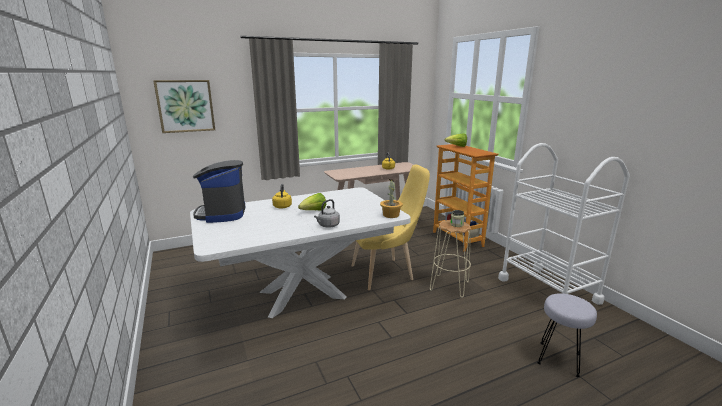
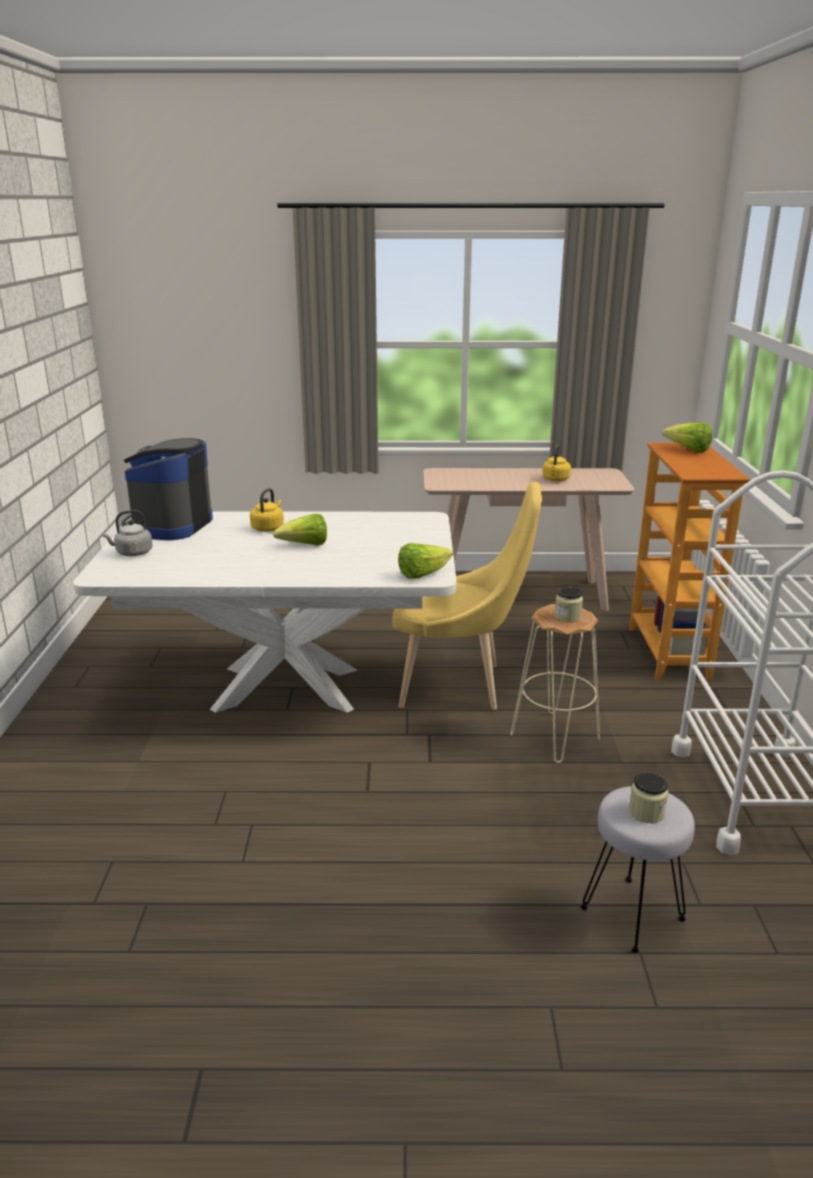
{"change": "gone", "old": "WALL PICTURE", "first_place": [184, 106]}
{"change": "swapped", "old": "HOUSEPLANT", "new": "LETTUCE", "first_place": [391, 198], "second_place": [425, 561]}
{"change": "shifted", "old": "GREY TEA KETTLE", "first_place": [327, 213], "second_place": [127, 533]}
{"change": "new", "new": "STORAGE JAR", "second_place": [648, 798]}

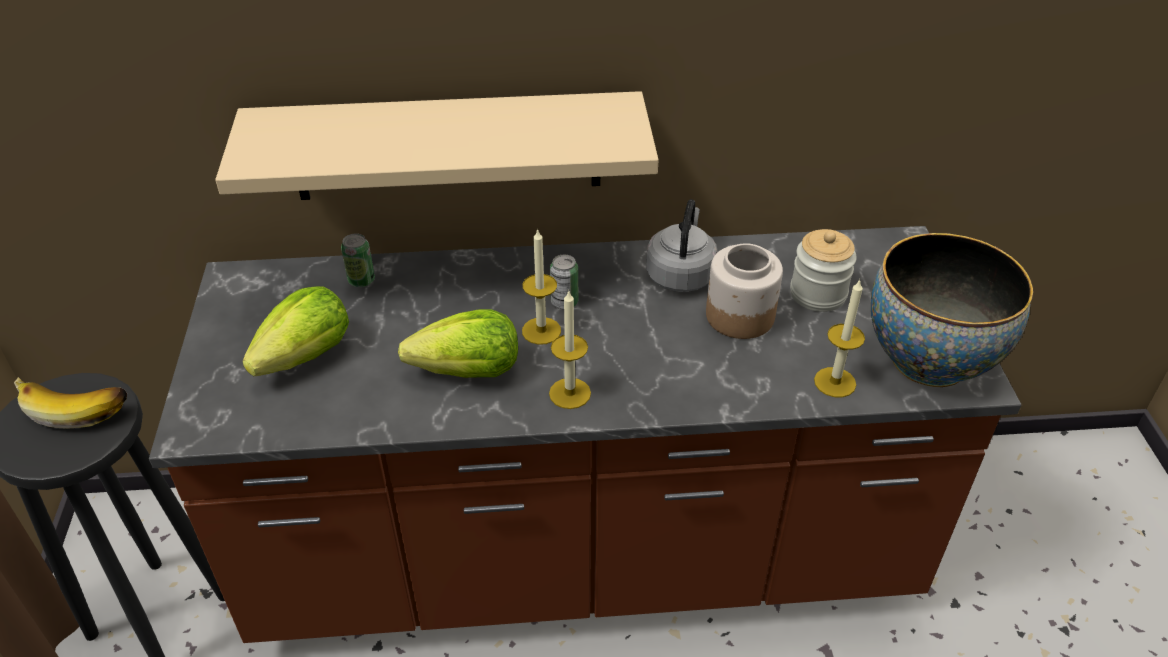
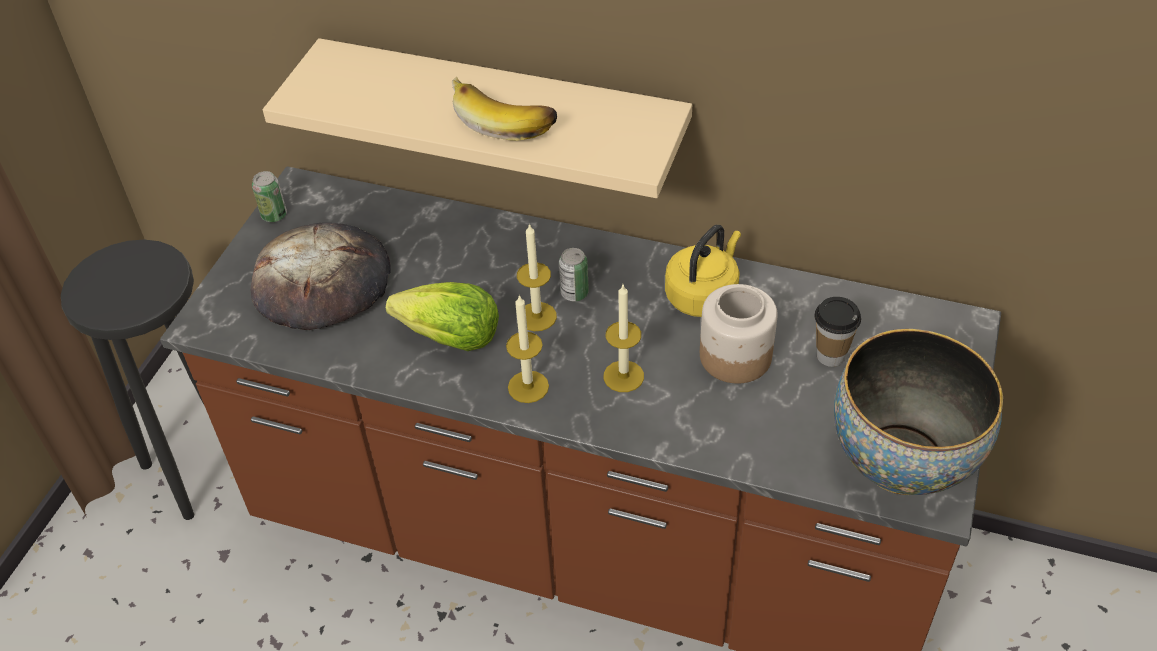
{"change": "repainted", "old": "GREY TEA KETTLE", "new": "YELLOWISH TEA KETTLE", "first_place": [681, 245], "second_place": [703, 271]}
{"change": "swapped", "old": "STORAGE JAR", "new": "SMALL CUP", "first_place": [823, 270], "second_place": [838, 332]}
{"change": "shifted", "old": "METAL CAN", "first_place": [358, 260], "second_place": [269, 196]}
{"change": "shifted", "old": "CANDLE", "first_place": [839, 338], "second_place": [624, 338]}
{"change": "swapped", "old": "LETTUCE", "new": "BAKERY BREAD", "first_place": [295, 331], "second_place": [321, 276]}
{"change": "shifted", "old": "WHOLE BANANA", "first_place": [70, 403], "second_place": [504, 108]}

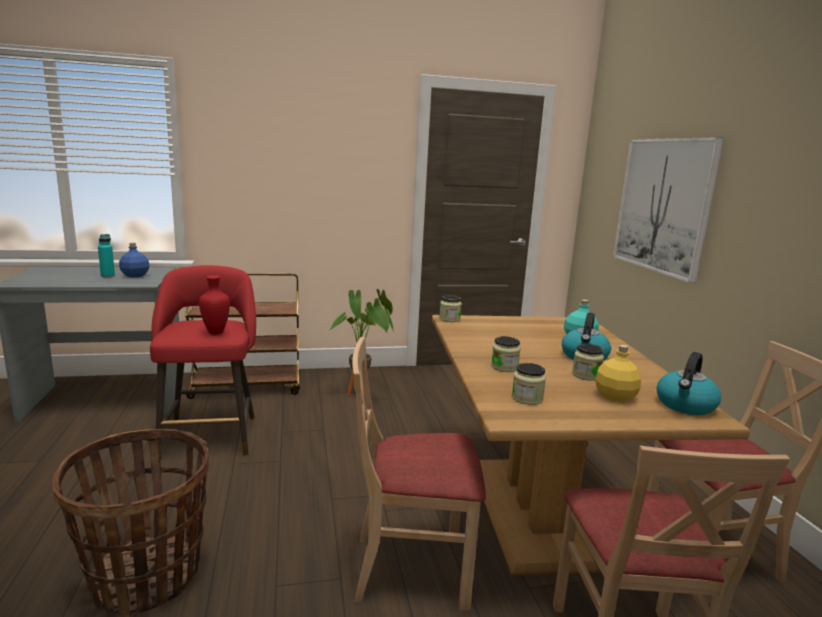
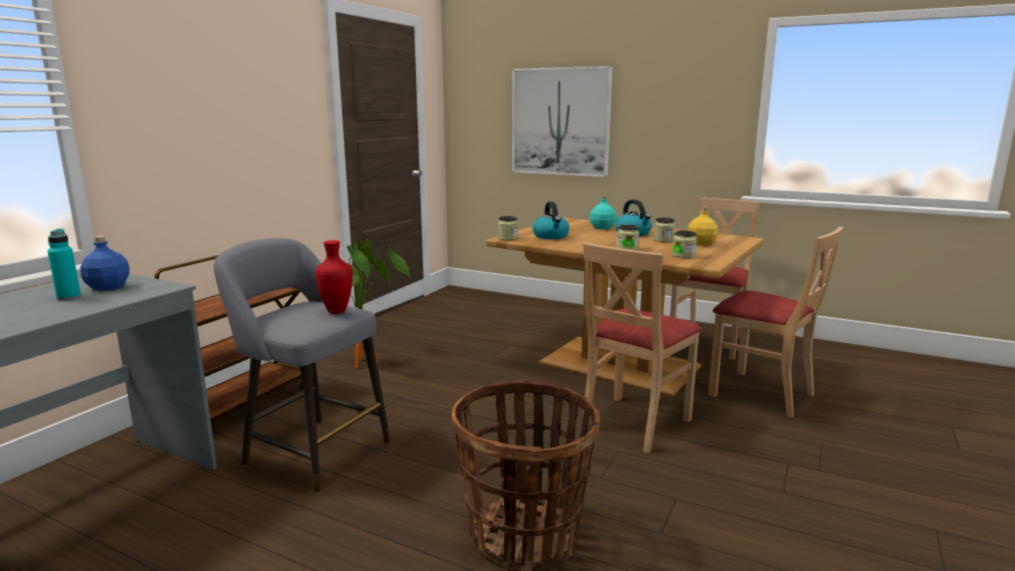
{"change": "repainted", "old": "REDDISH STOOL", "new": "GREY STOOL", "first_place": [203, 362], "second_place": [302, 366]}
{"change": "shifted", "old": "TEA KETTLE", "first_place": [689, 383], "second_place": [551, 220]}

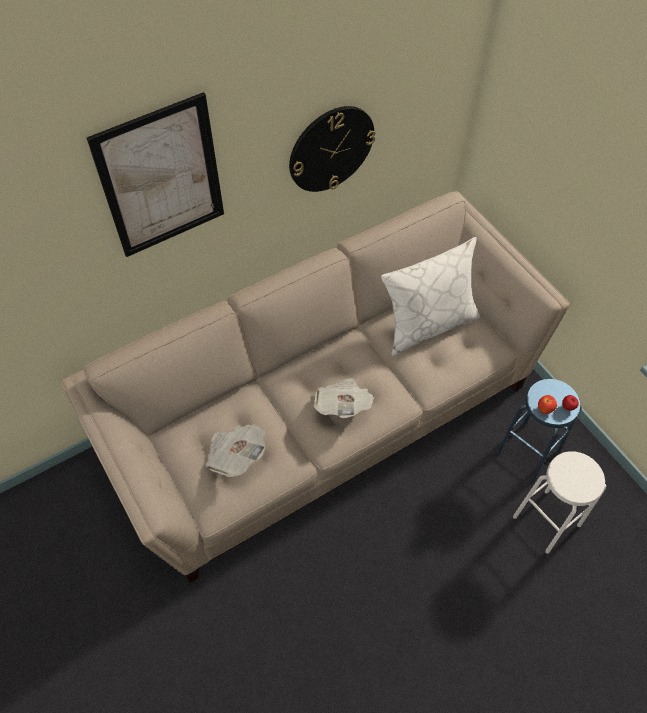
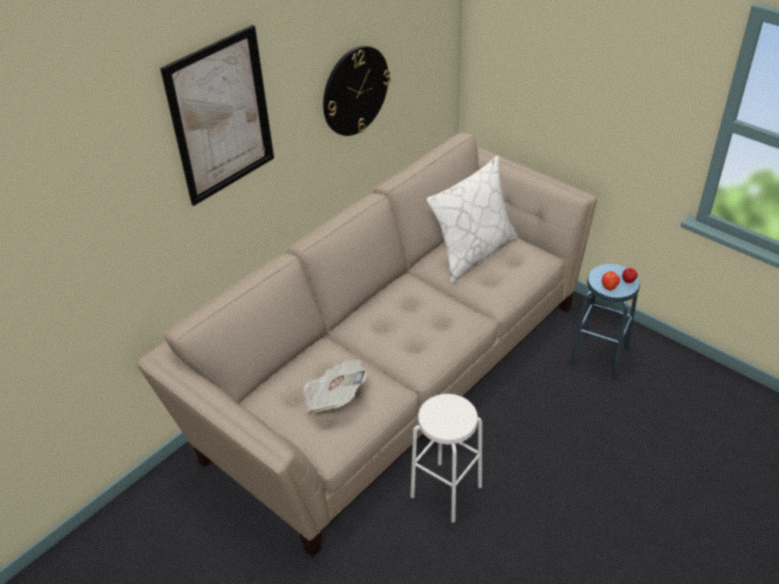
{"change": "gone", "old": "NEWSPAPER", "first_place": [344, 398]}
{"change": "shifted", "old": "WHITE STOOL", "first_place": [559, 502], "second_place": [446, 458]}

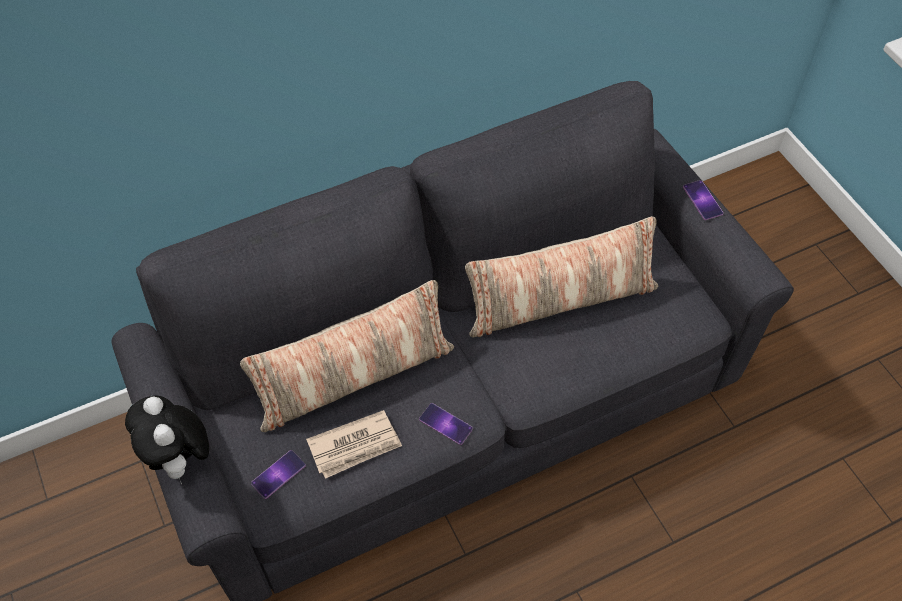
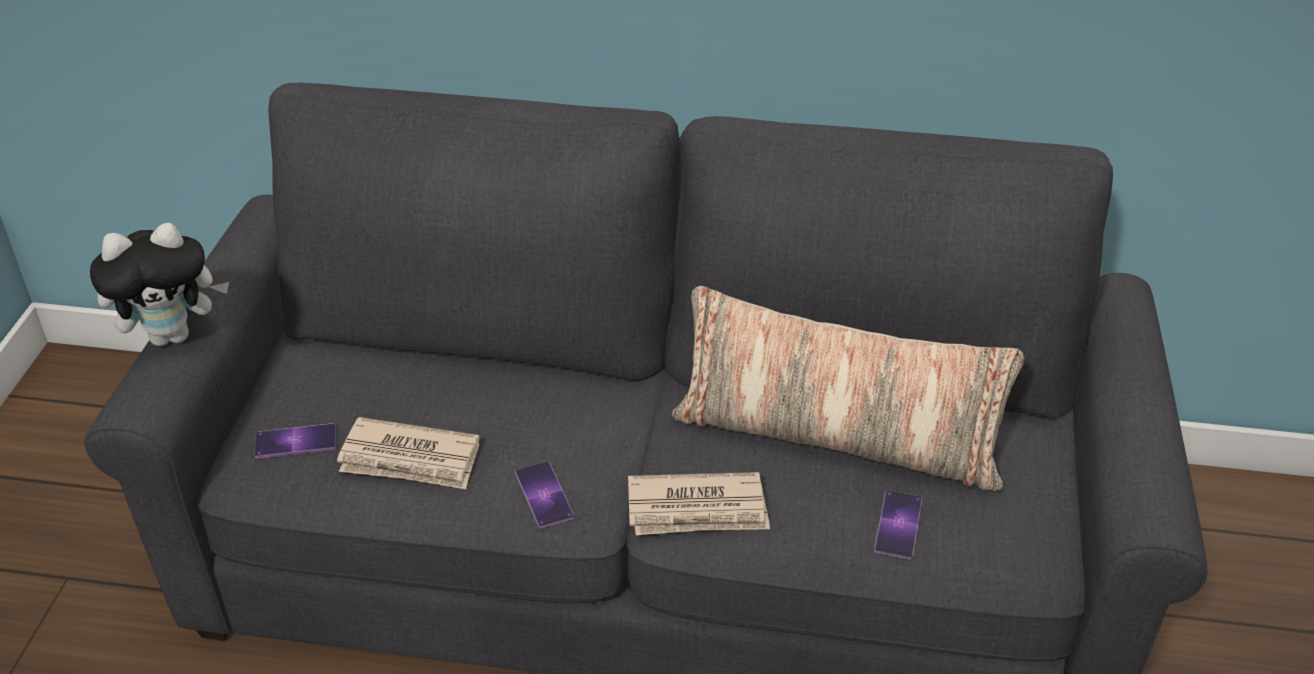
{"change": "shifted", "old": "TELEPHONE", "first_place": [703, 200], "second_place": [898, 524]}
{"change": "gone", "old": "PILLOW", "first_place": [347, 356]}
{"change": "rotated", "old": "SOFT TOY", "first_place": [167, 439], "second_place": [159, 284], "degrees": -120}
{"change": "new", "new": "NEWSPAPER", "second_place": [699, 503]}

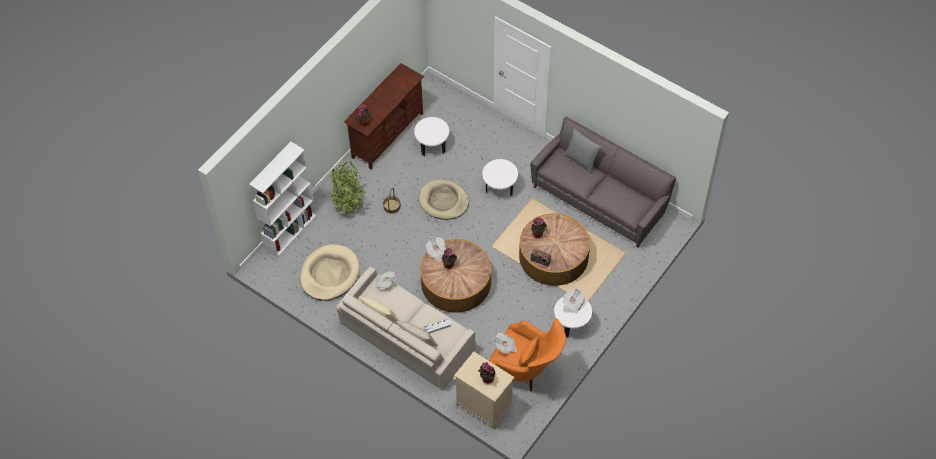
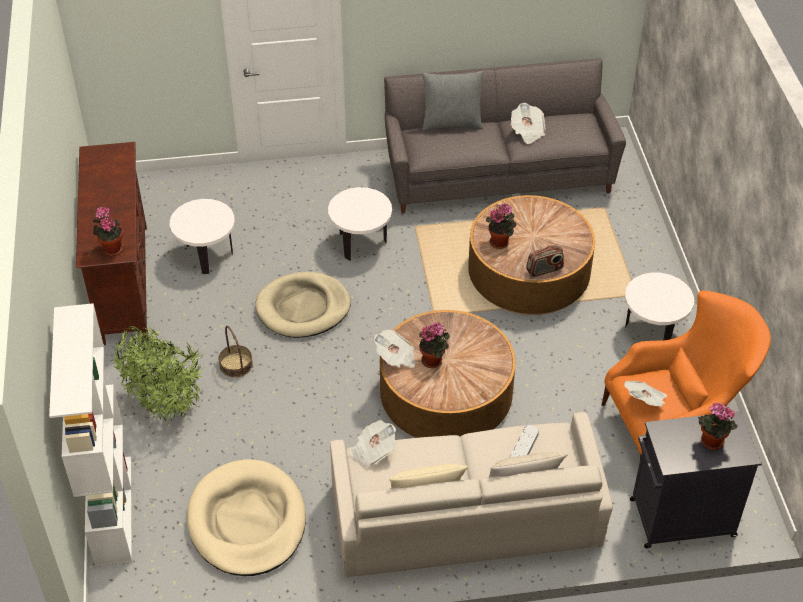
{"change": "shifted", "old": "NEWSPAPER", "first_place": [573, 301], "second_place": [528, 123]}
{"change": "repainted", "old": "SAND-COLOURED CABINET", "new": "BLACKISH CABINET", "first_place": [484, 391], "second_place": [696, 479]}

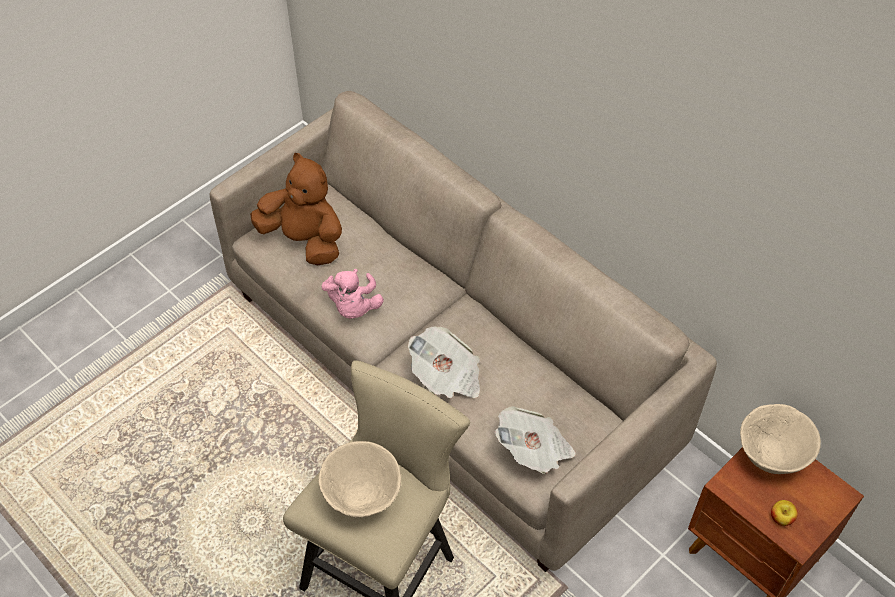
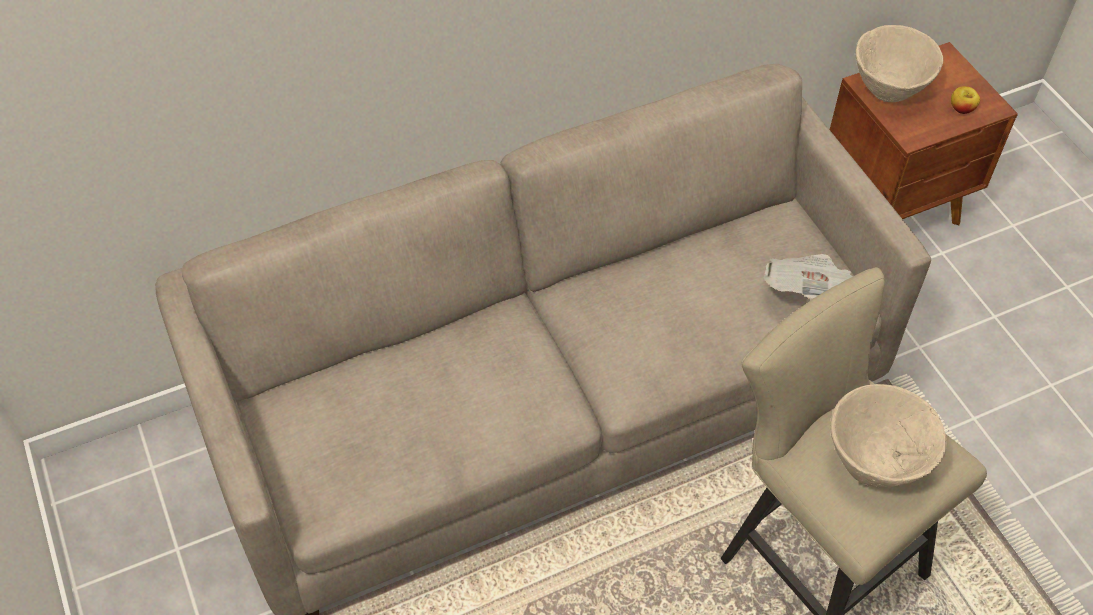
{"change": "gone", "old": "BROWN SOFT TOY", "first_place": [296, 209]}
{"change": "gone", "old": "PINK-COLOURED SOFT TOY", "first_place": [352, 294]}
{"change": "gone", "old": "NEWSPAPER", "first_place": [444, 362]}

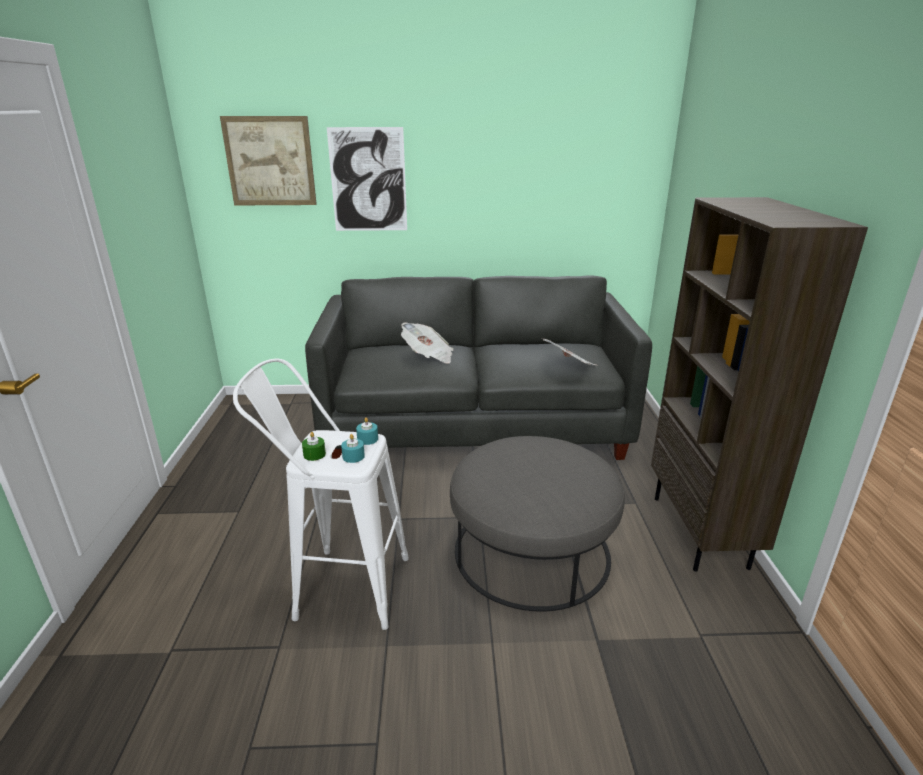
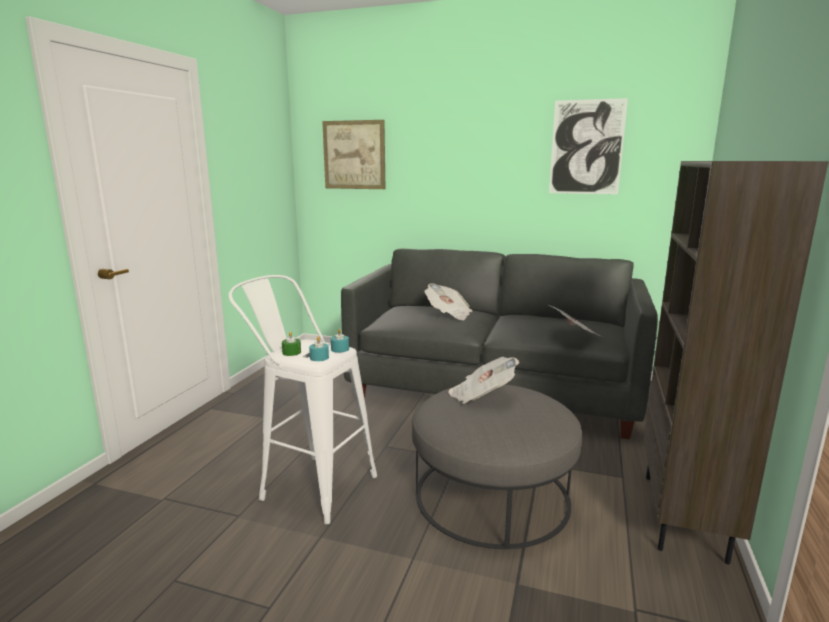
{"change": "shifted", "old": "WALL PICTURE", "first_place": [367, 179], "second_place": [588, 146]}
{"change": "new", "new": "NEWSPAPER", "second_place": [483, 380]}

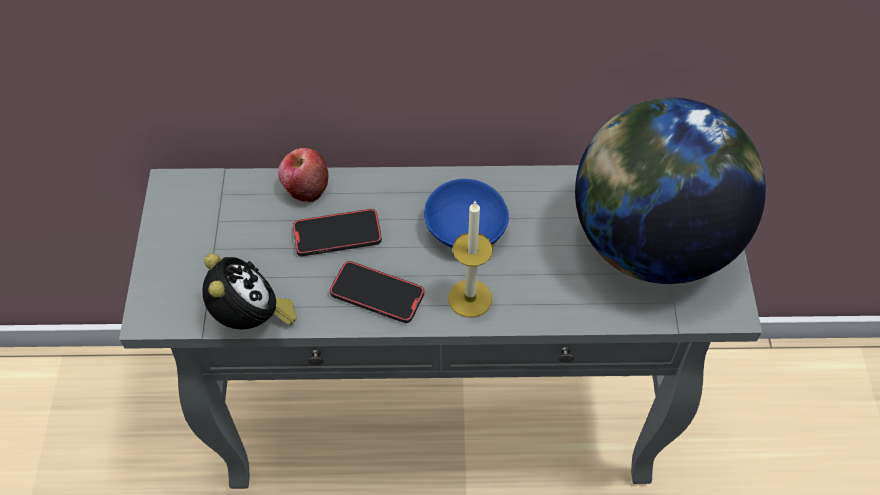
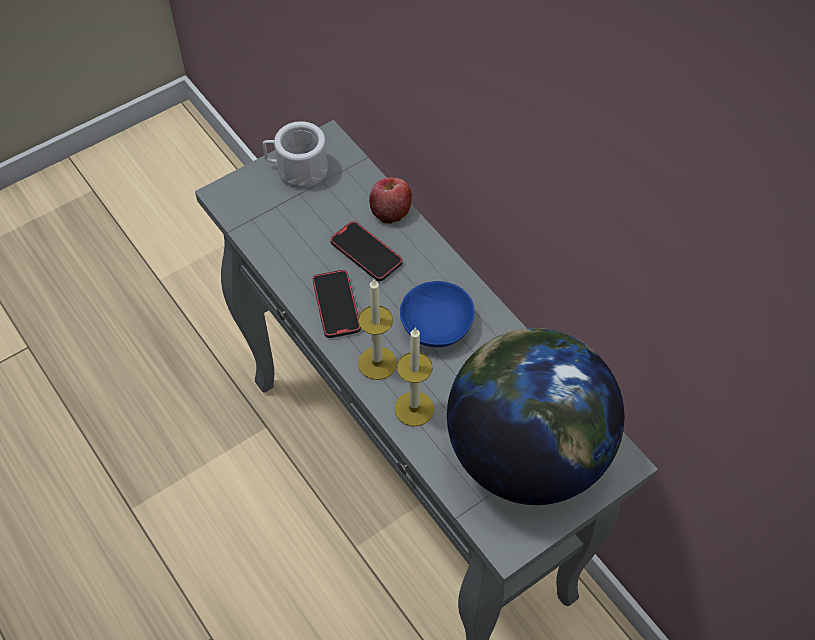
{"change": "gone", "old": "TABLE CLOCK", "first_place": [249, 291]}
{"change": "new", "new": "WHITE COFFEE MUG", "second_place": [295, 154]}
{"change": "new", "new": "CANDLE", "second_place": [414, 376]}

